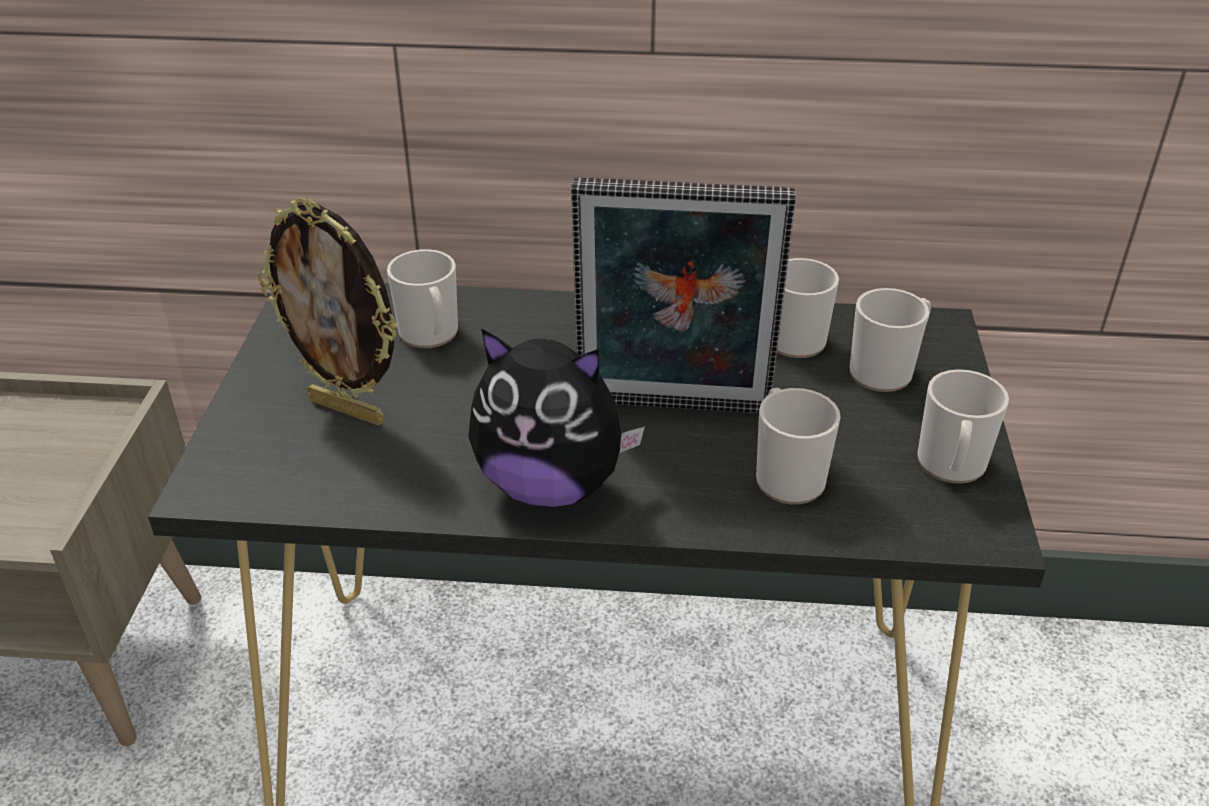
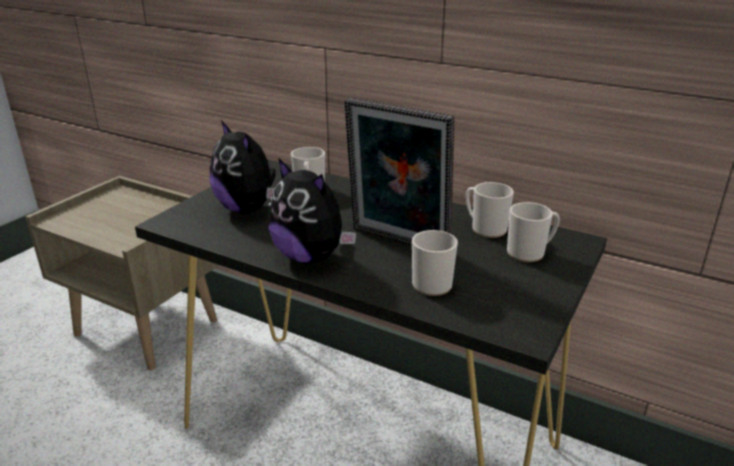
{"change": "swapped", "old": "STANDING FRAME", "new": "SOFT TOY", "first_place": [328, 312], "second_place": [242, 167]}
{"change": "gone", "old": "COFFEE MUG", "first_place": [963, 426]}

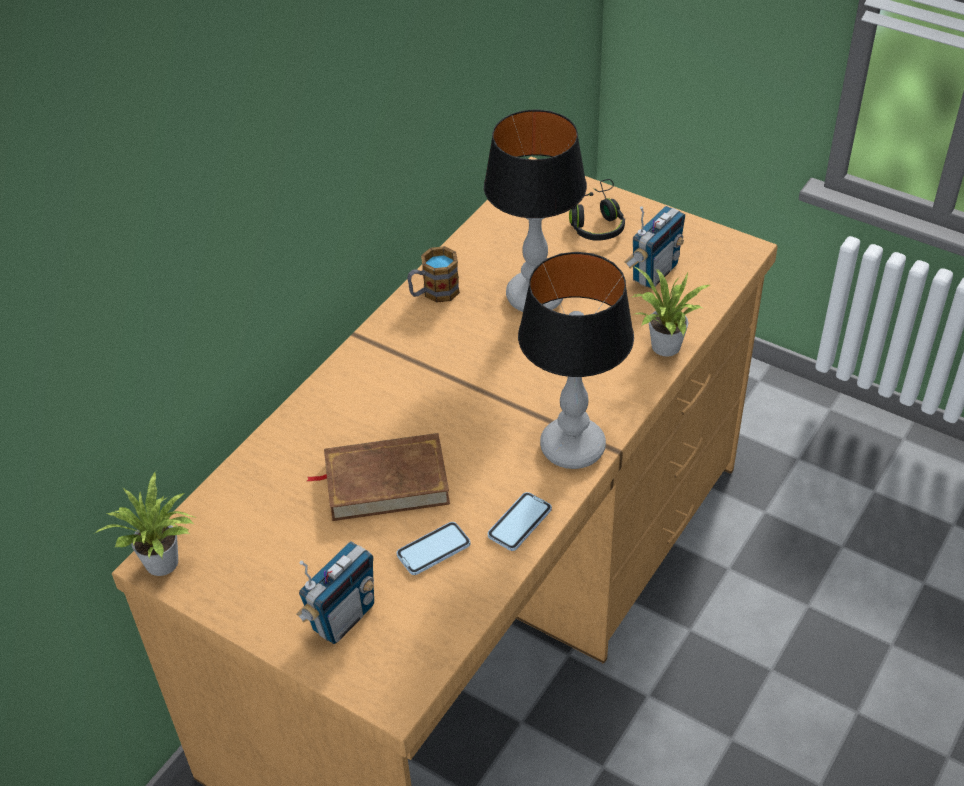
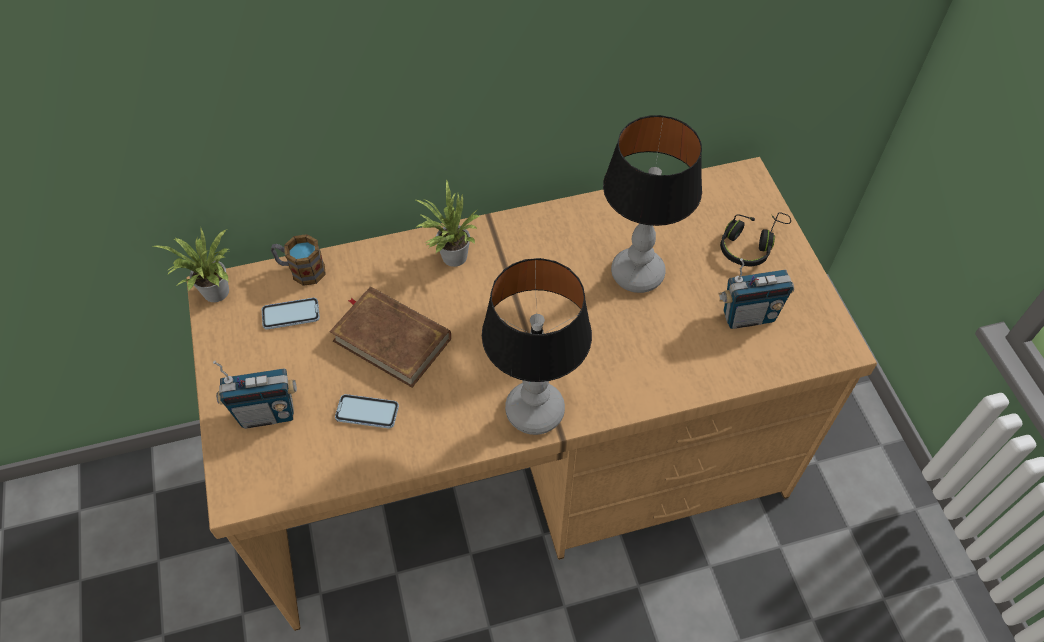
{"change": "shifted", "old": "COFFEE MUG", "first_place": [433, 274], "second_place": [298, 260]}
{"change": "shifted", "old": "HOUSEPLANT", "first_place": [671, 311], "second_place": [448, 223]}
{"change": "shifted", "old": "TELEPHONE", "first_place": [520, 521], "second_place": [291, 314]}

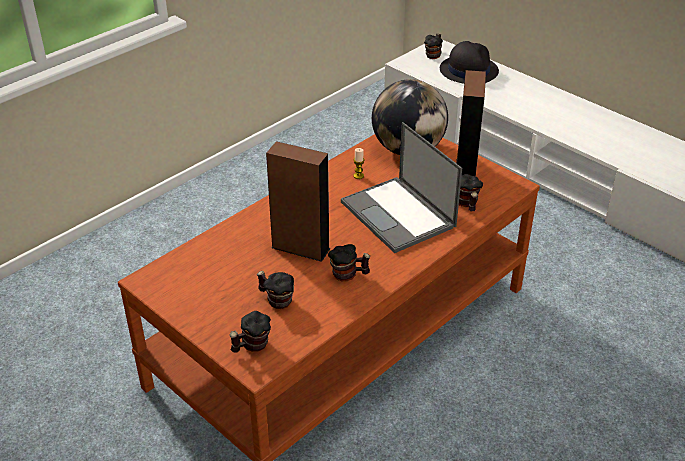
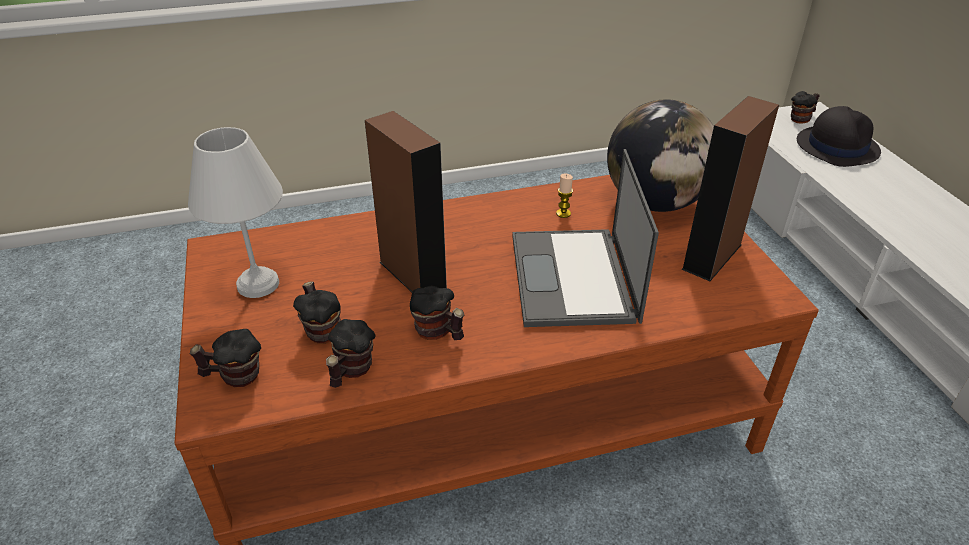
{"change": "shifted", "old": "COFFEE MUG", "first_place": [471, 192], "second_place": [351, 353]}
{"change": "new", "new": "WHITE TABLE LAMP", "second_place": [235, 212]}

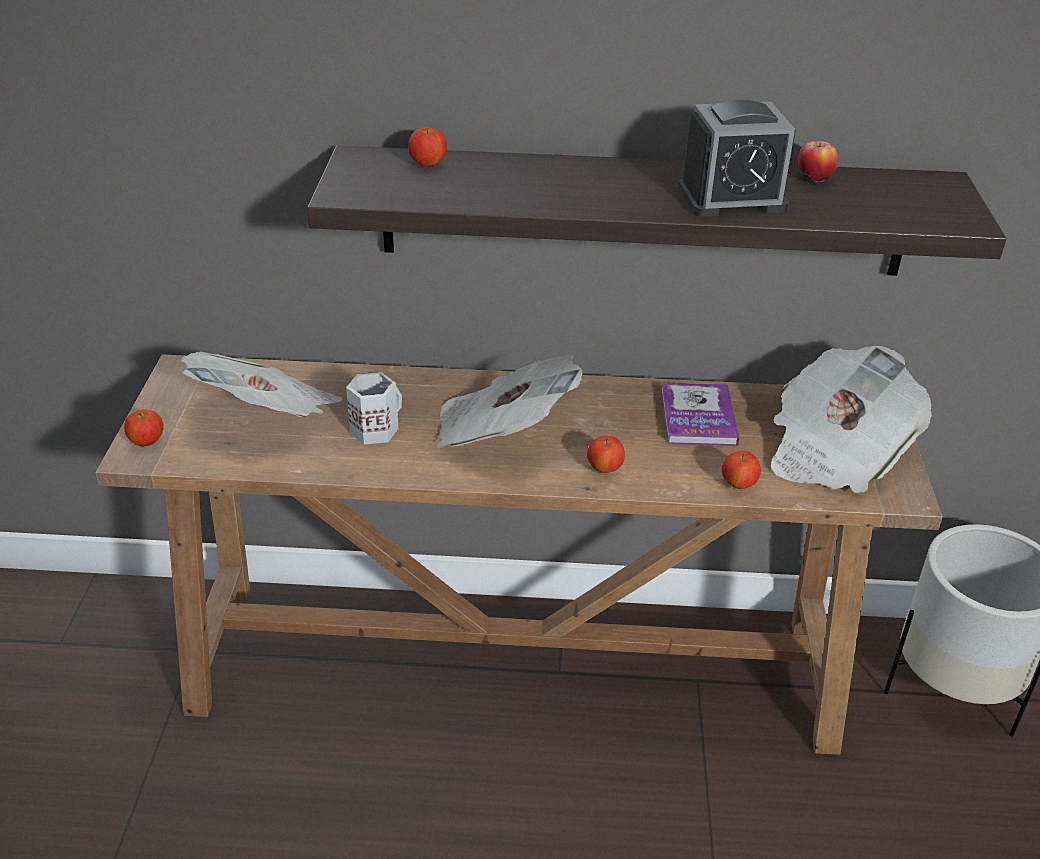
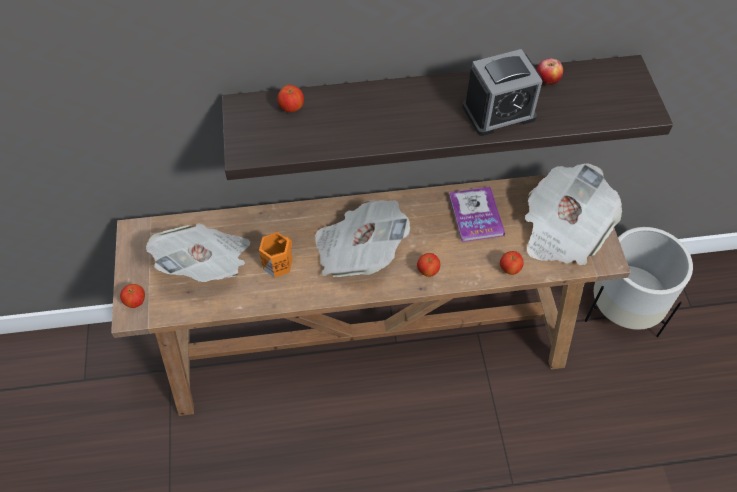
{"change": "repainted", "old": "WHITE COFFEE MUG", "new": "ORANGEY COFFEE MUG", "first_place": [374, 408], "second_place": [275, 255]}

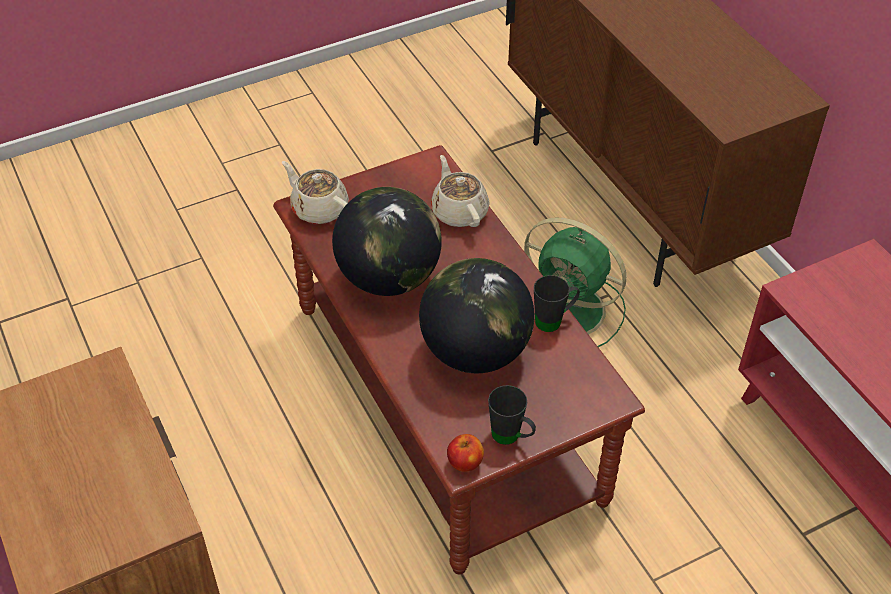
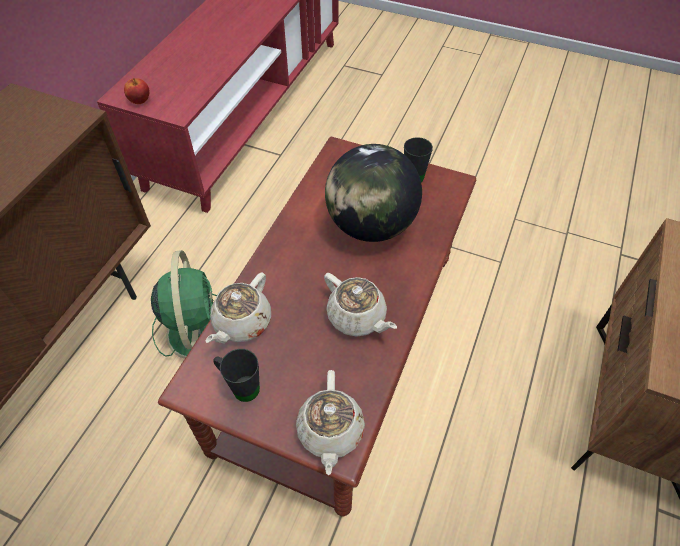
{"change": "swapped", "old": "GLOBE", "new": "SAND-COLOURED TEAPOT", "first_place": [387, 241], "second_place": [360, 305]}
{"change": "shifted", "old": "BLACKISH COFFEE MUG", "first_place": [557, 303], "second_place": [236, 375]}
{"change": "shifted", "old": "WHOLE APPLE", "first_place": [465, 453], "second_place": [137, 91]}

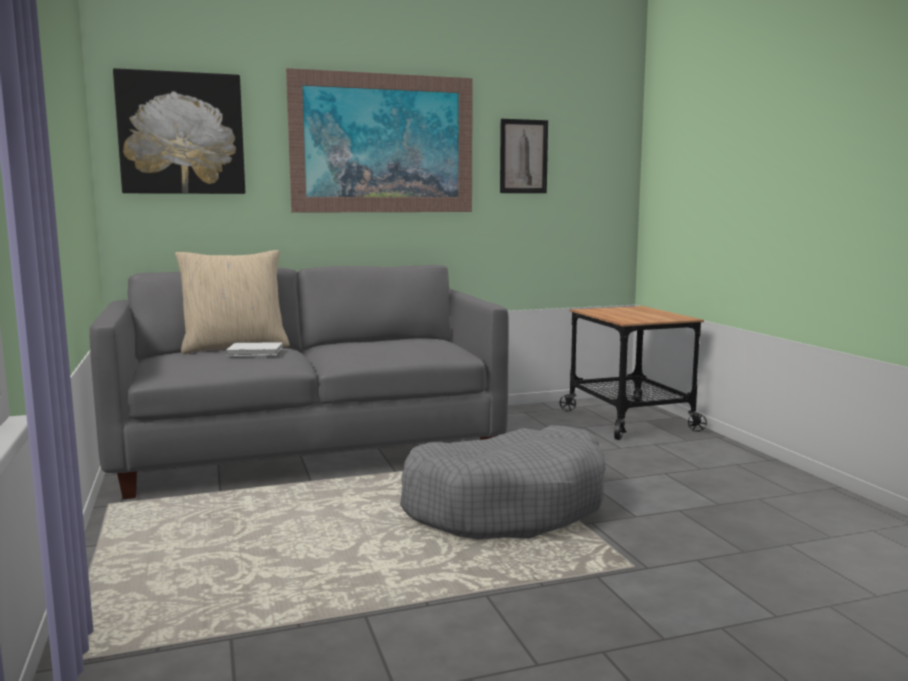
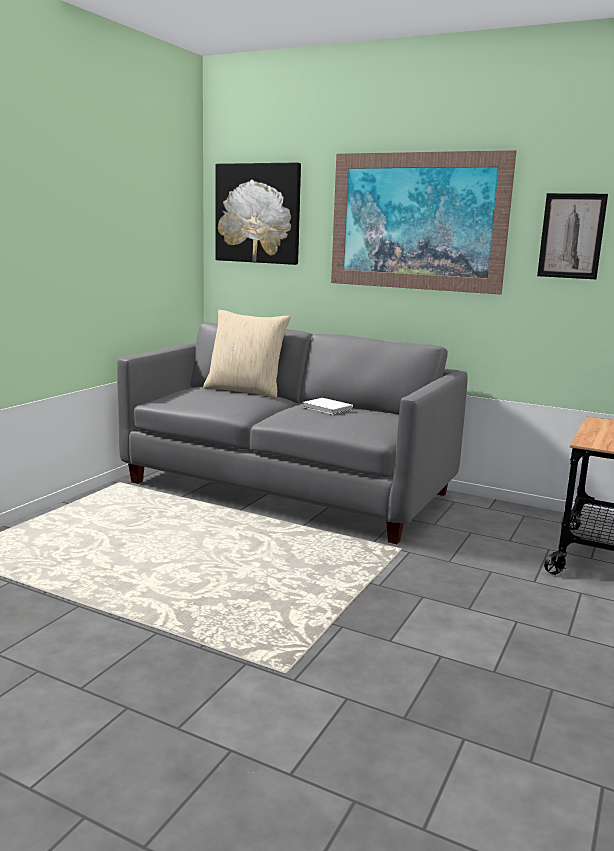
{"change": "shifted", "old": "WHITE BOUND BOOK", "first_place": [254, 349], "second_place": [327, 406]}
{"change": "gone", "old": "GREY DOG BED", "first_place": [503, 482]}

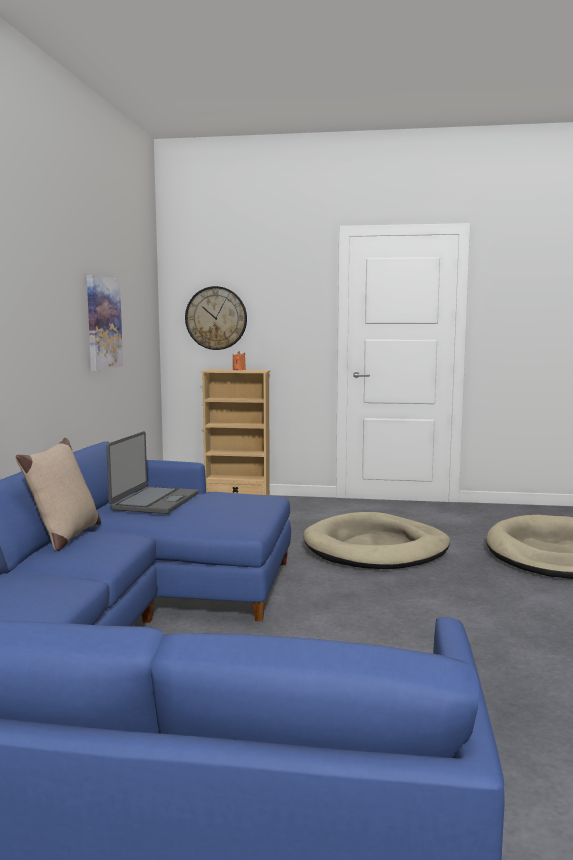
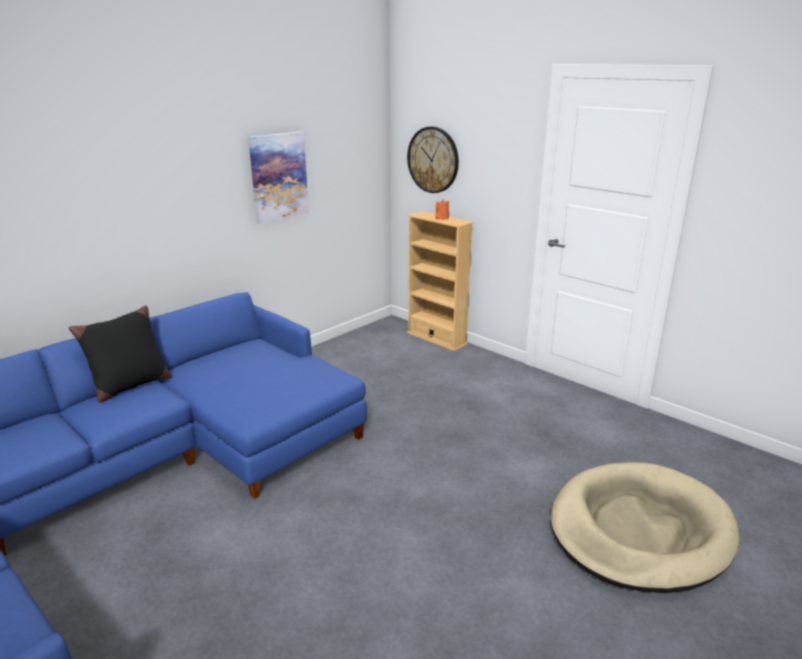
{"change": "gone", "old": "LAPTOP", "first_place": [152, 472]}
{"change": "repainted", "old": "SAND-COLOURED PILLOW", "new": "BLACKISH PILLOW", "first_place": [58, 494], "second_place": [120, 354]}
{"change": "gone", "old": "SAND-COLOURED DOG BED", "first_place": [376, 540]}

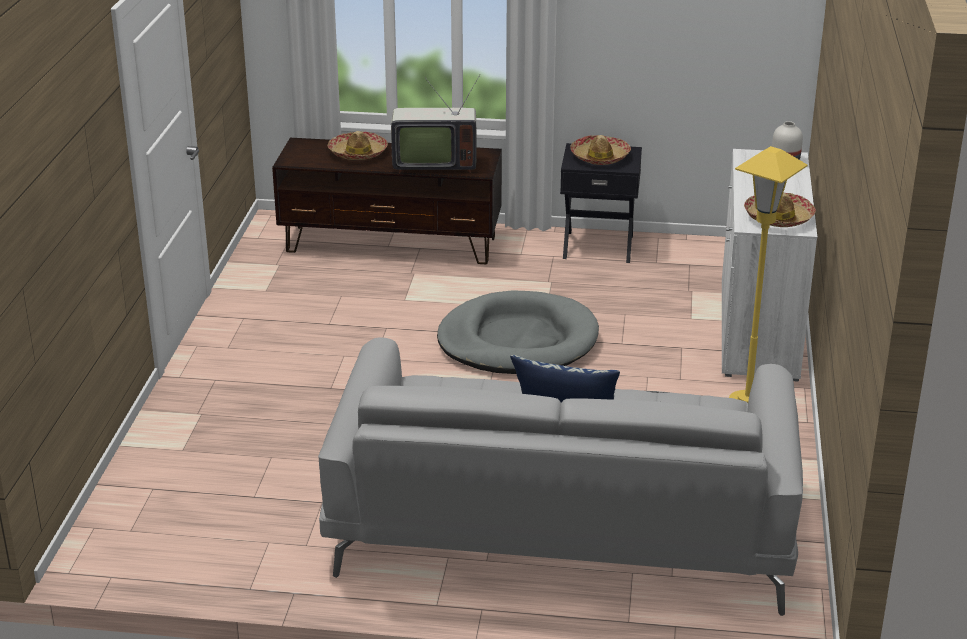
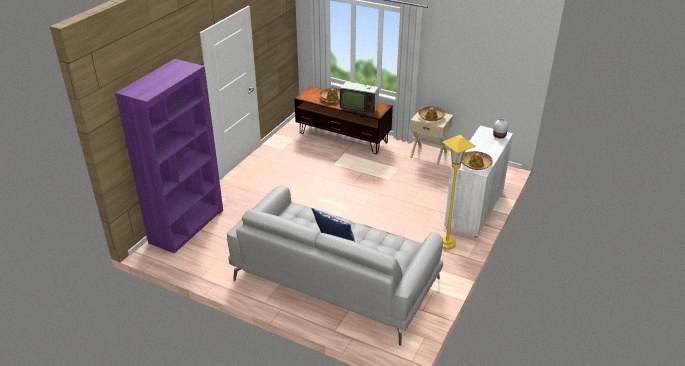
{"change": "repainted", "old": "BLACKISH BEDSIDE TABLE", "new": "SAND-COLOURED BEDSIDE TABLE", "first_place": [601, 203], "second_place": [431, 138]}
{"change": "gone", "old": "GREY DOG BED", "first_place": [518, 332]}
{"change": "new", "new": "PURPLISH SHELVING UNIT", "second_place": [169, 156]}

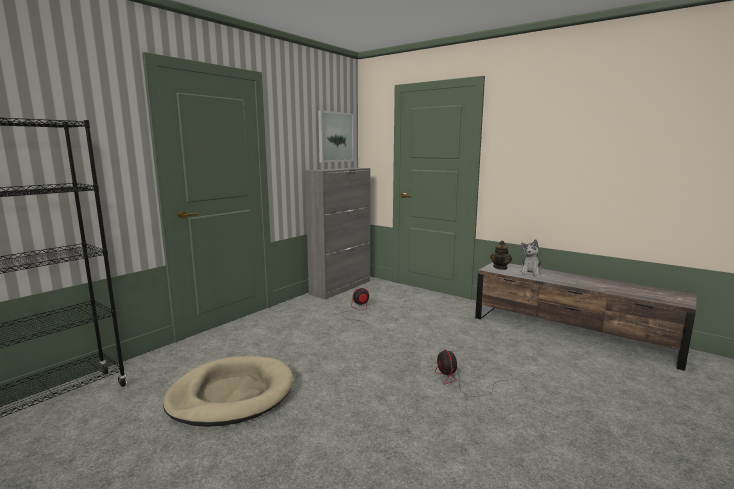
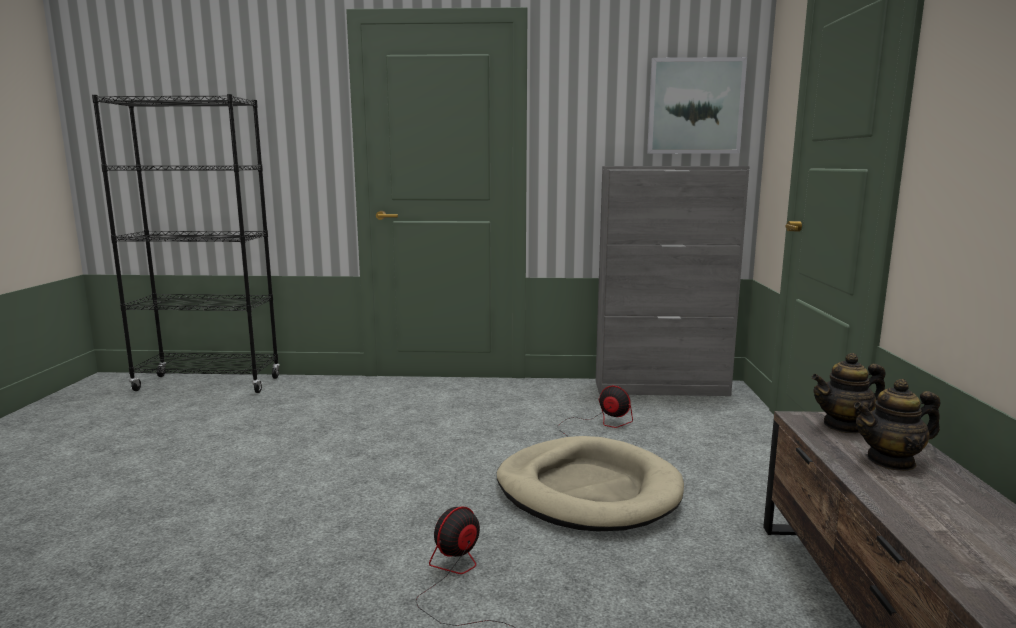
{"change": "swapped", "old": "SOFT TOY", "new": "TEAPOT", "first_place": [531, 257], "second_place": [897, 425]}
{"change": "shifted", "old": "SAND-COLOURED DOG BED", "first_place": [228, 391], "second_place": [590, 484]}

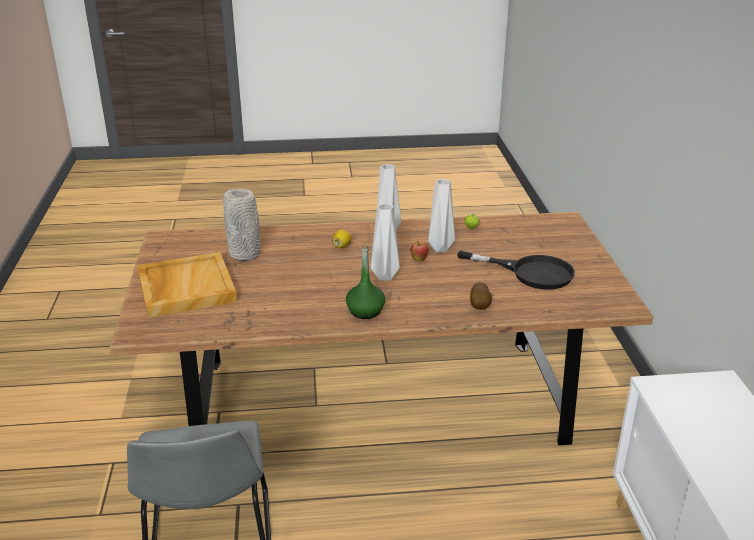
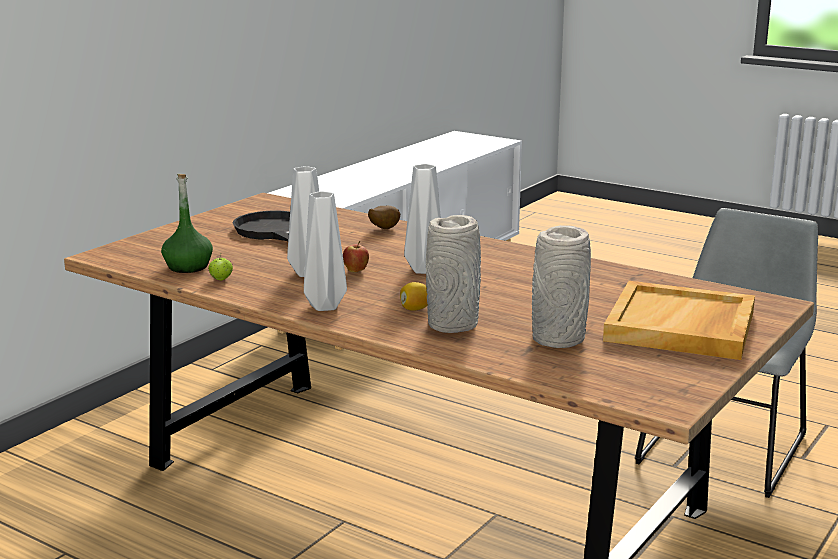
{"change": "shifted", "old": "GREEN BOTTLE", "first_place": [365, 281], "second_place": [187, 223]}
{"change": "new", "new": "GREY DECORATIVE VASE", "second_place": [453, 274]}

